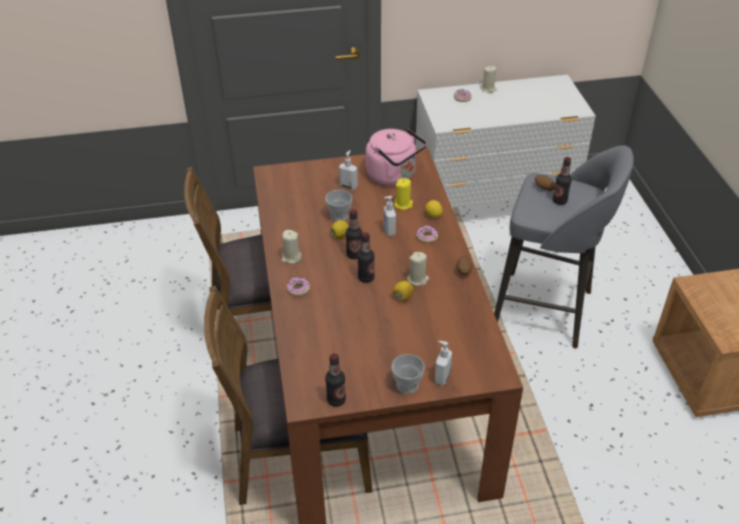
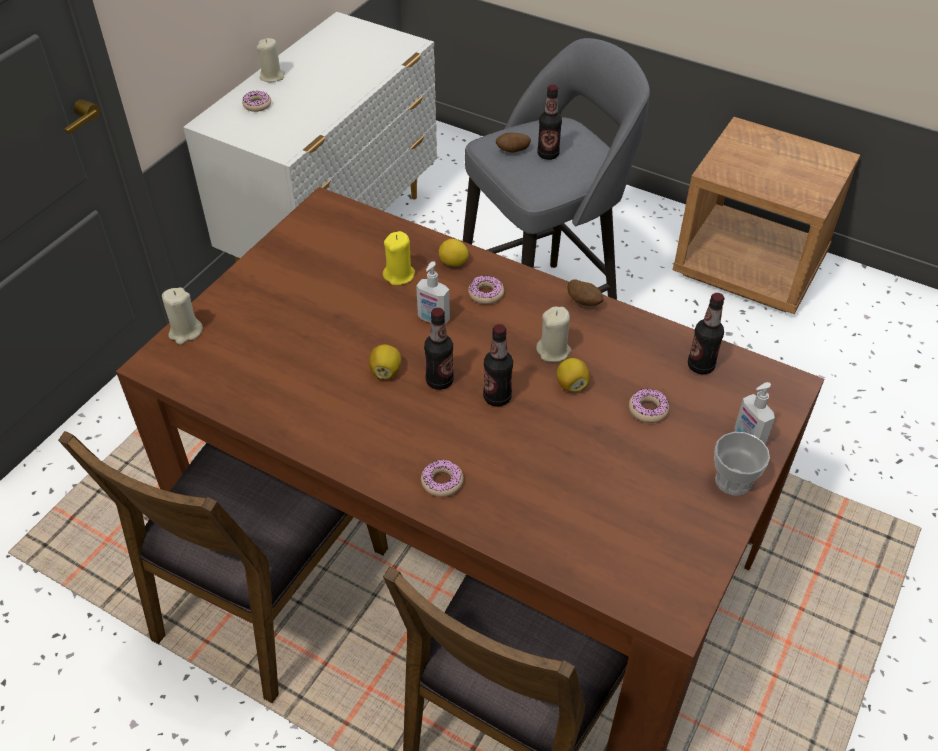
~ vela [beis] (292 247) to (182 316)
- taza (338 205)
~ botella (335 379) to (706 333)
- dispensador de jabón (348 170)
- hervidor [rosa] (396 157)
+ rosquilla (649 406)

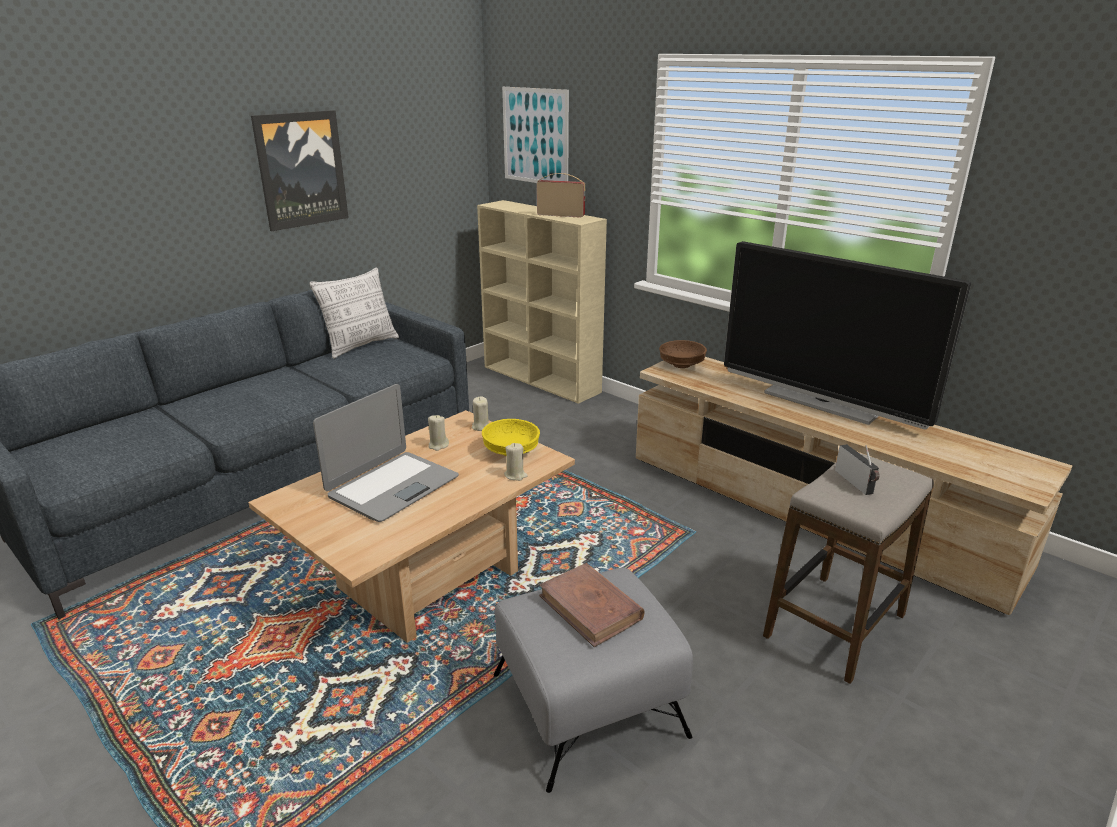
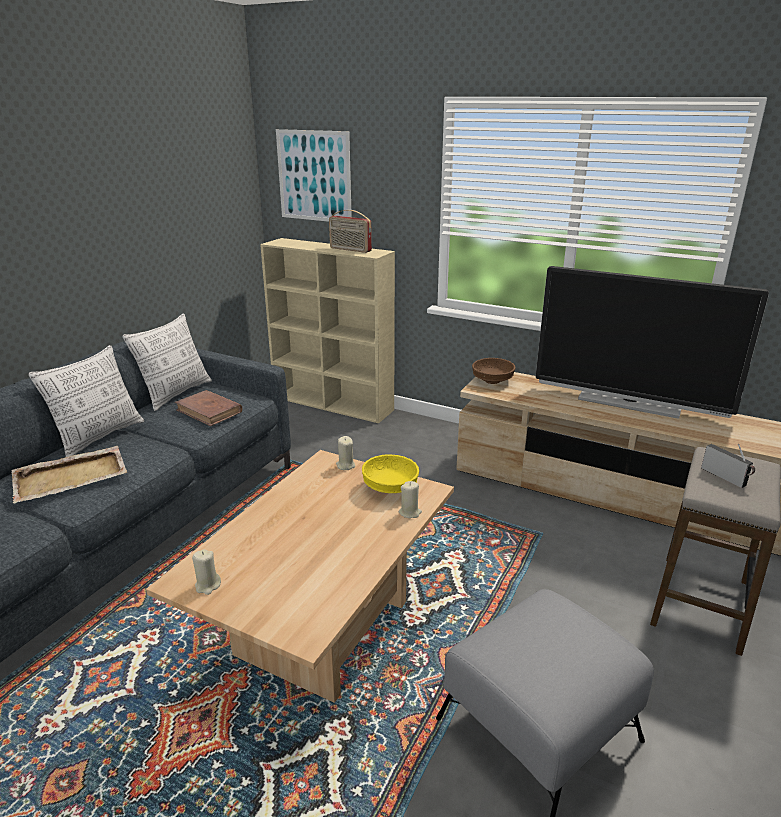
- cuadro (300 170)
- portátil (386 453)
~ vela [beis] (438 433) to (206 572)
~ radio (561 195) = (350 231) 150 degrees counterclockwise
~ libro [marrón] (592 605) to (208 408)
+ bandeja [beis] (69 474)
+ cojín (86 401)

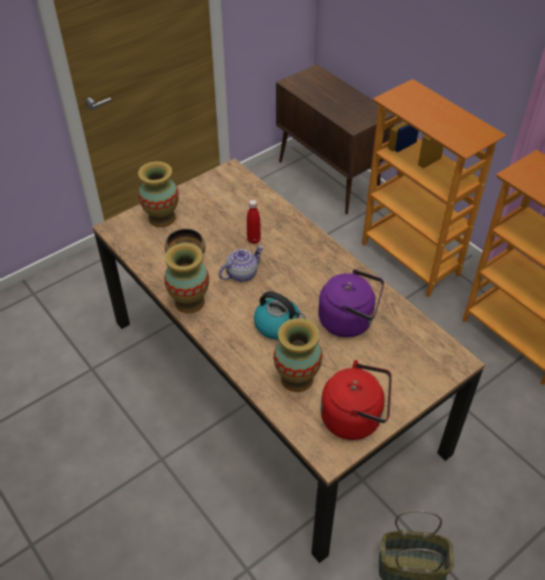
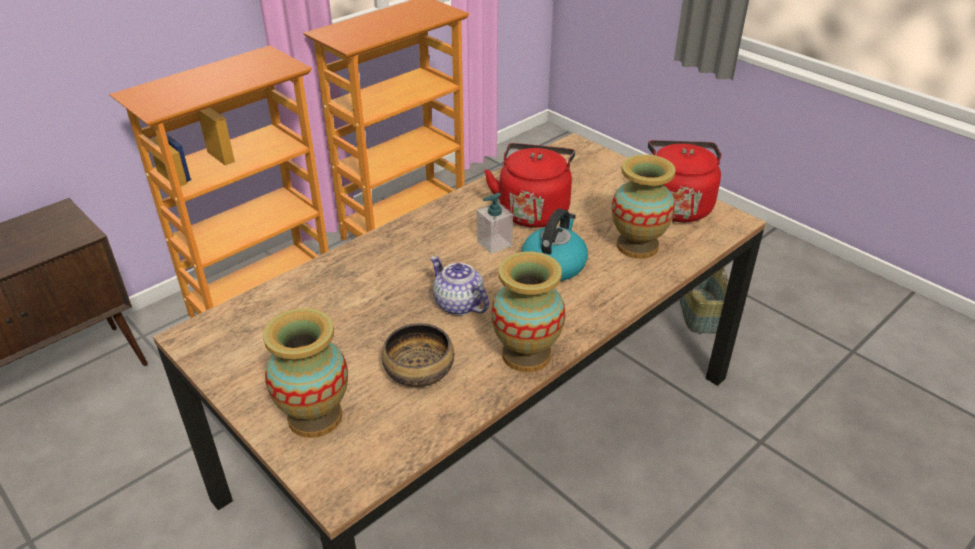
- botella [rojo] (254 222)
~ hervidor [morado] (351 303) to hervidor [rojo] (529 185)
+ dispensador de jabón (495 223)

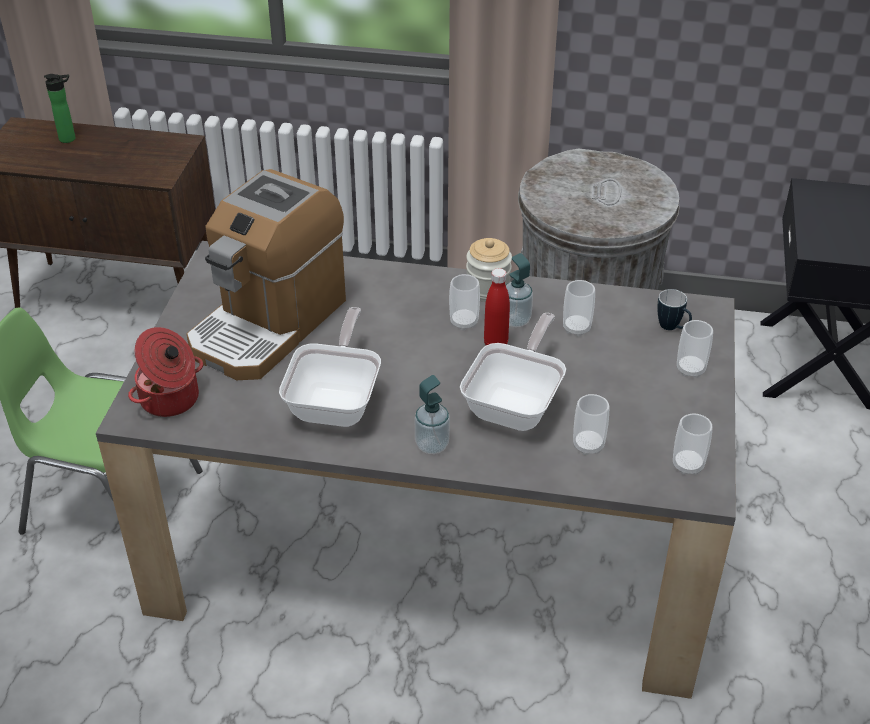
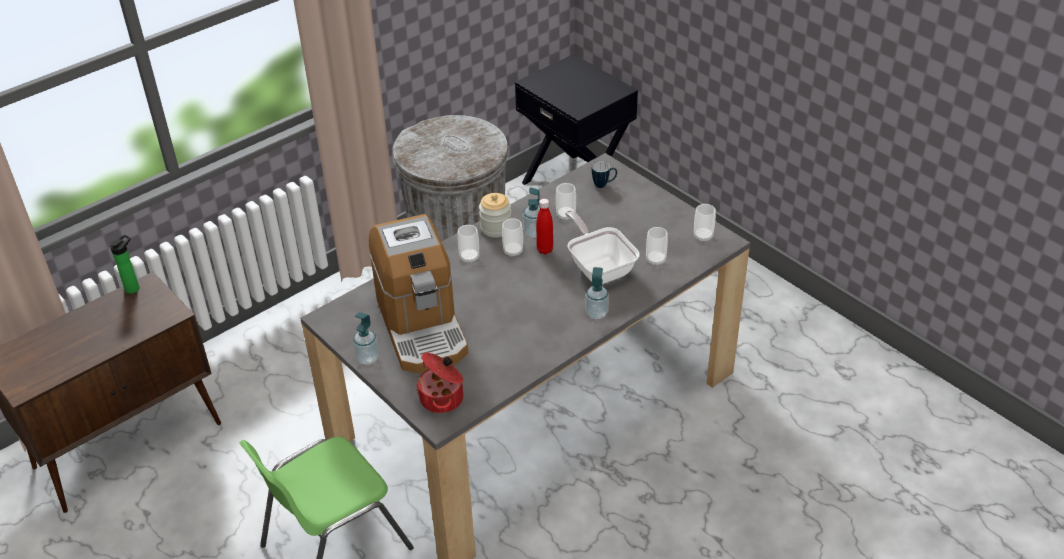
~ botella (60 108) to (124 264)
- sartén (330 367)
~ taza (695 349) to (468 244)
+ dispensador de jabón (366 338)

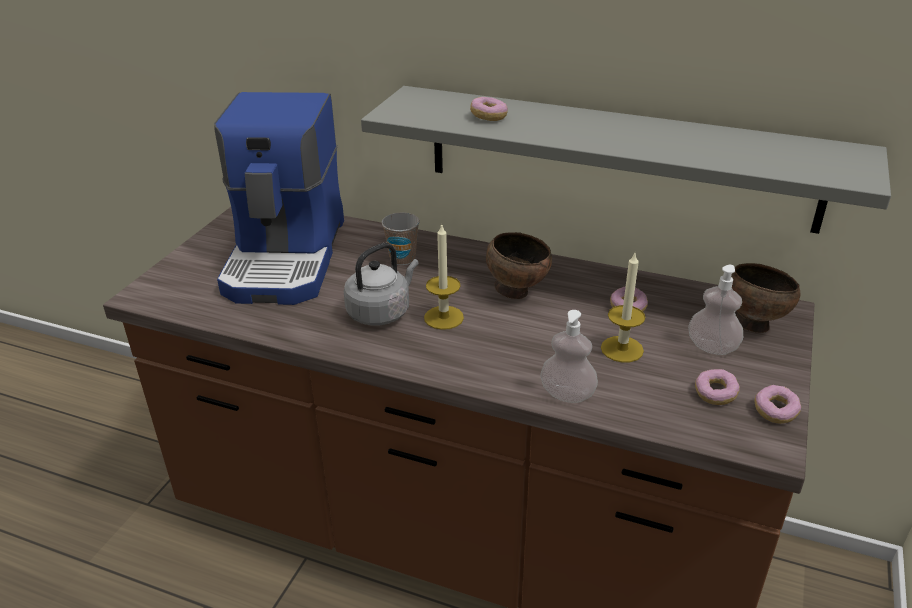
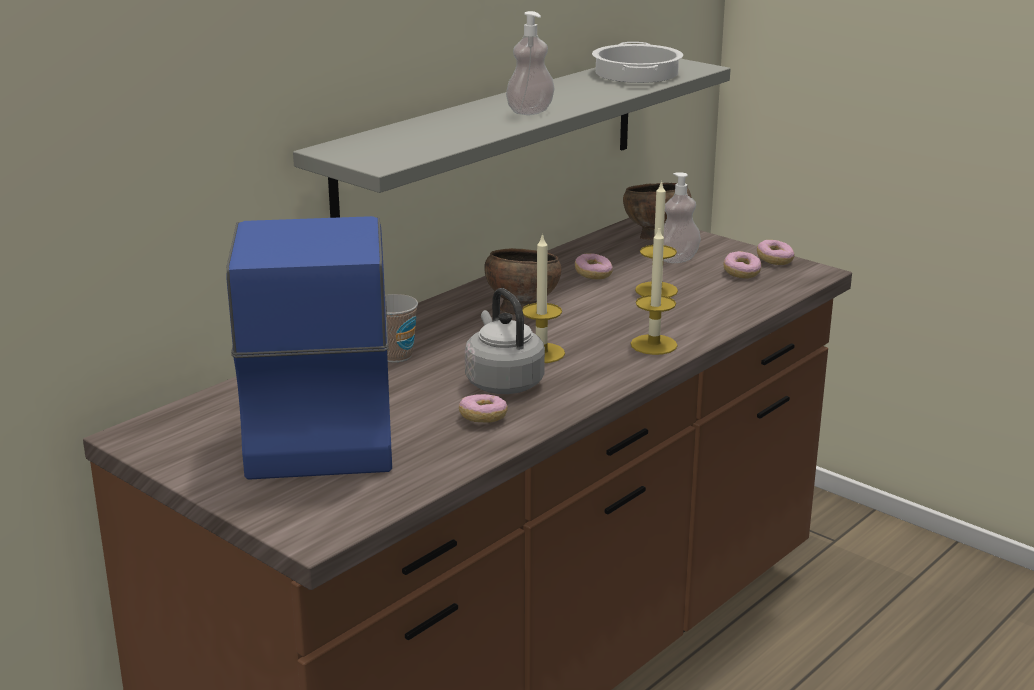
~ cafetera (279 198) = (309 348) 120 degrees counterclockwise
~ rosquilla (489 109) to (483 408)
~ dispensador de jabón (569 356) to (530 63)
+ olla (637 62)
+ vela (654 291)

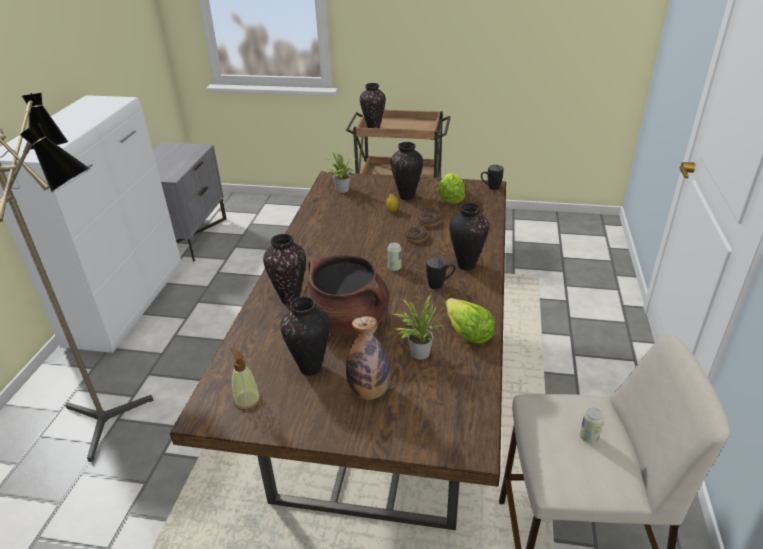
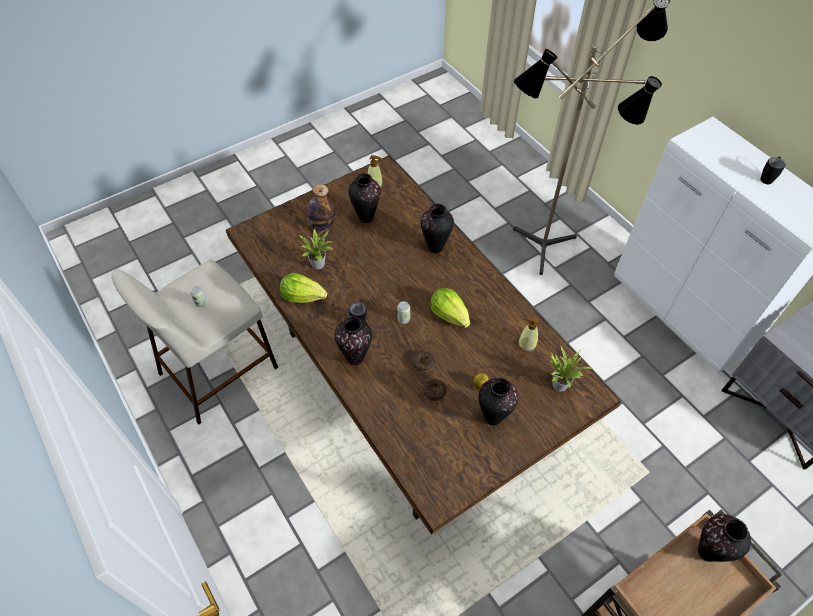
- olla [marrón] (346 295)
~ lechuga (451 188) to (450 308)
~ taza grande [negro] (492 177) to (773 170)
+ dispensador de jabón (528 334)

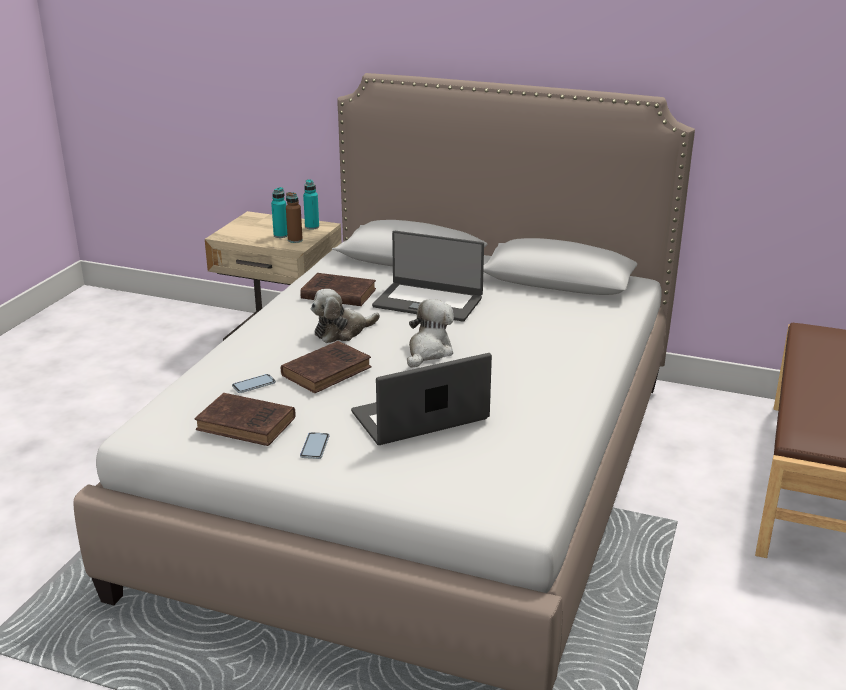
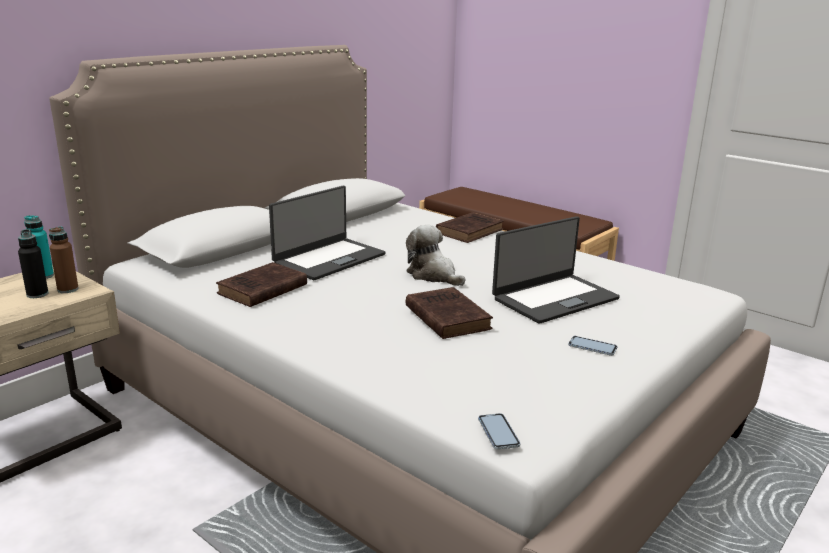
~ libro [marrón] (245 419) to (470 227)
~ móvil (254 383) to (499 431)
~ botella [turquesa] (279 212) to botella [negro] (33 263)
- peluche (345 316)
~ portátil (421 399) = (556 270) 120 degrees counterclockwise

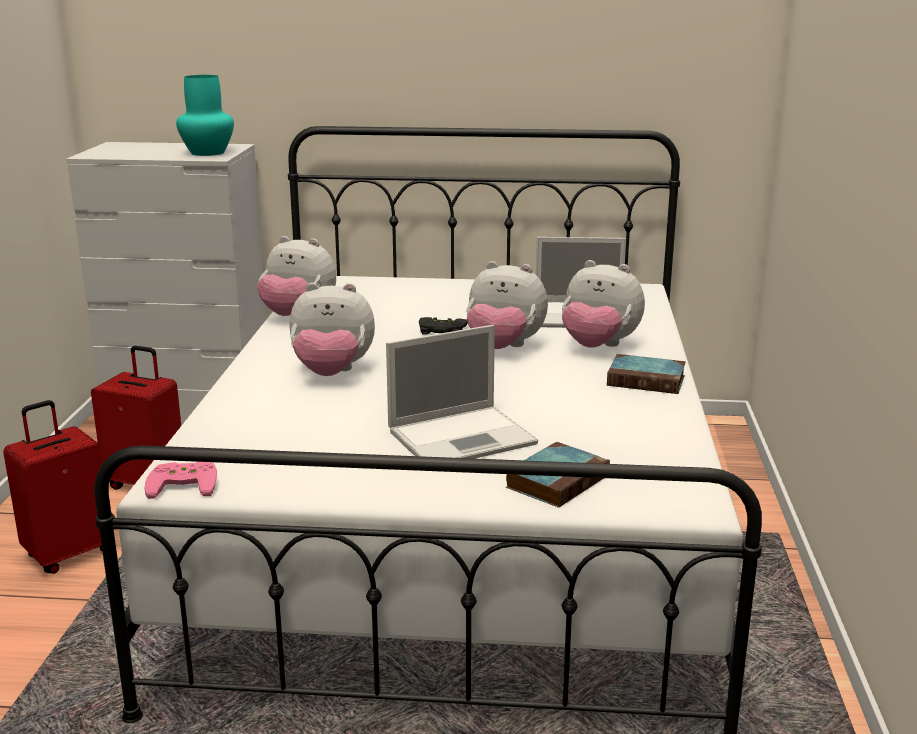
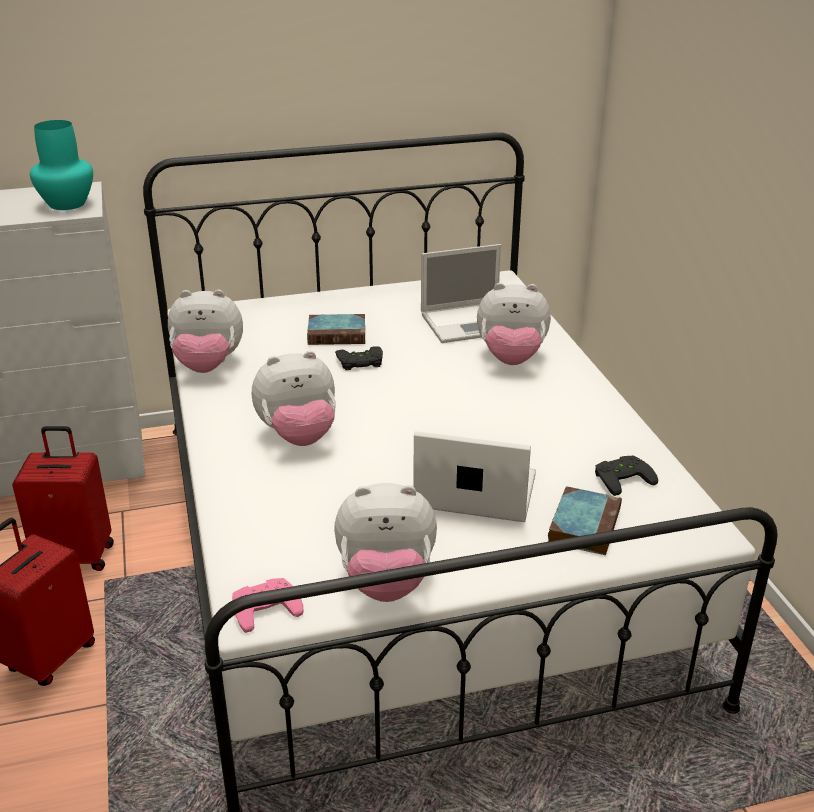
~ portátil (462 392) = (474 476) 120 degrees counterclockwise
~ peluche (507 305) to (385 542)
~ libro (646 374) to (336 329)
+ mando de consola [negro] (626 476)

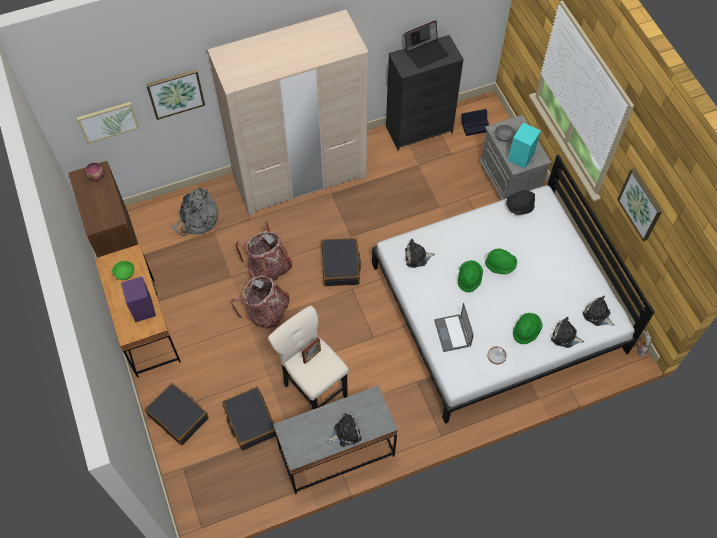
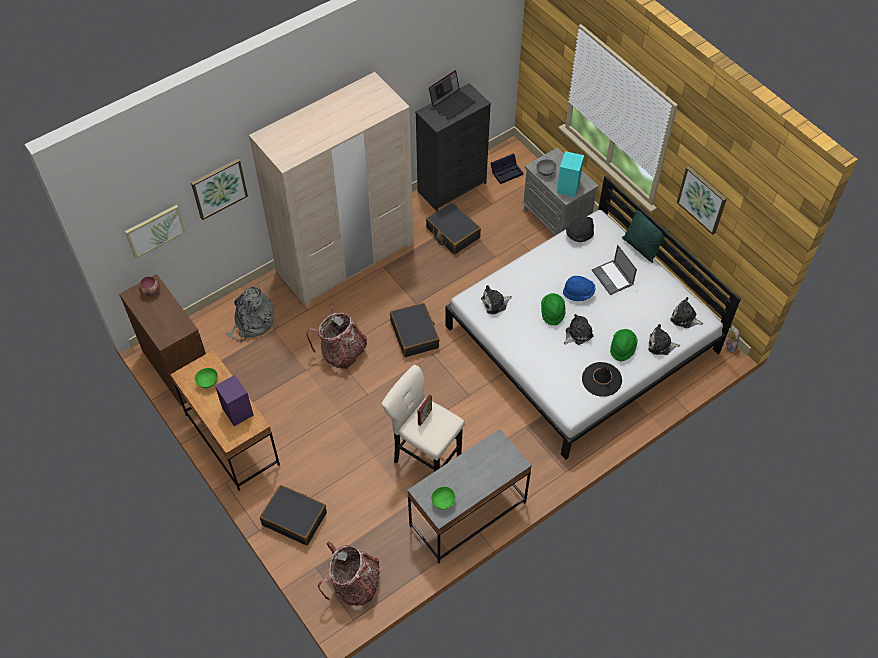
~ maleta [negro] (249 419) to (453 228)
~ mochila (260 299) to (349 574)
~ peluche (344 430) to (578 329)
~ portátil (454 327) to (614 270)
~ sombrero [blanco] (496 357) to sombrero [negro] (602 379)
~ sombrero [verde] (501 261) to sombrero [azul] (579 288)
+ cuenco [verde] (443 498)
+ cojín [verde] (645 236)

